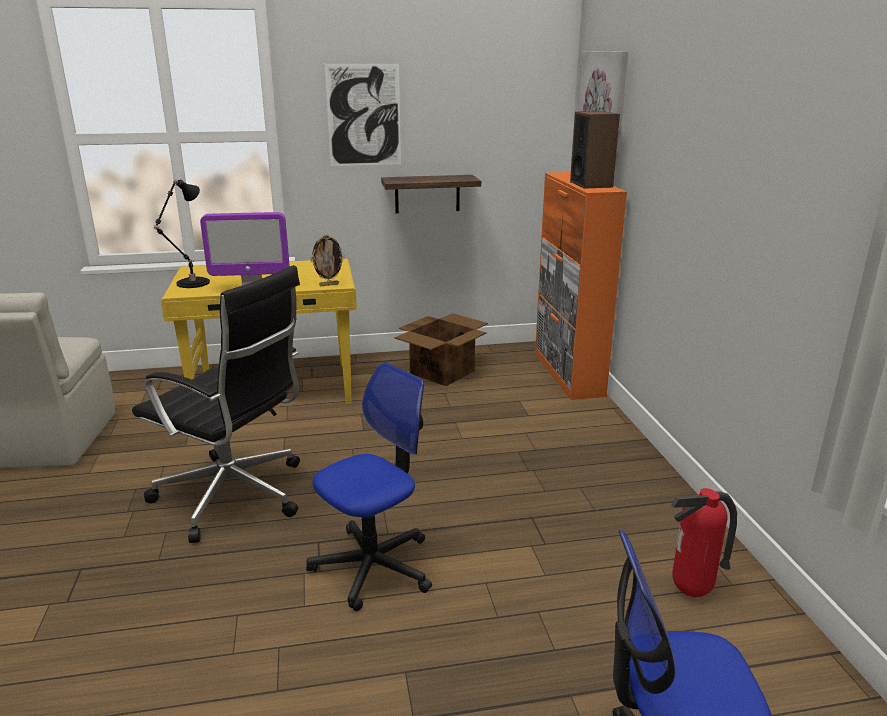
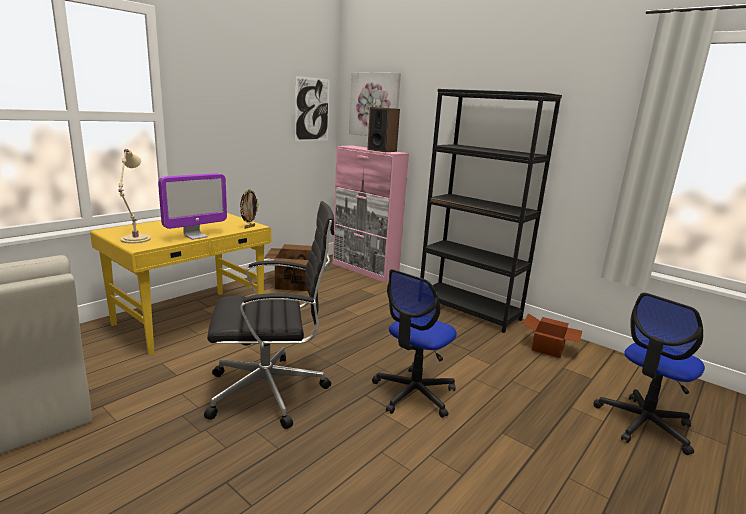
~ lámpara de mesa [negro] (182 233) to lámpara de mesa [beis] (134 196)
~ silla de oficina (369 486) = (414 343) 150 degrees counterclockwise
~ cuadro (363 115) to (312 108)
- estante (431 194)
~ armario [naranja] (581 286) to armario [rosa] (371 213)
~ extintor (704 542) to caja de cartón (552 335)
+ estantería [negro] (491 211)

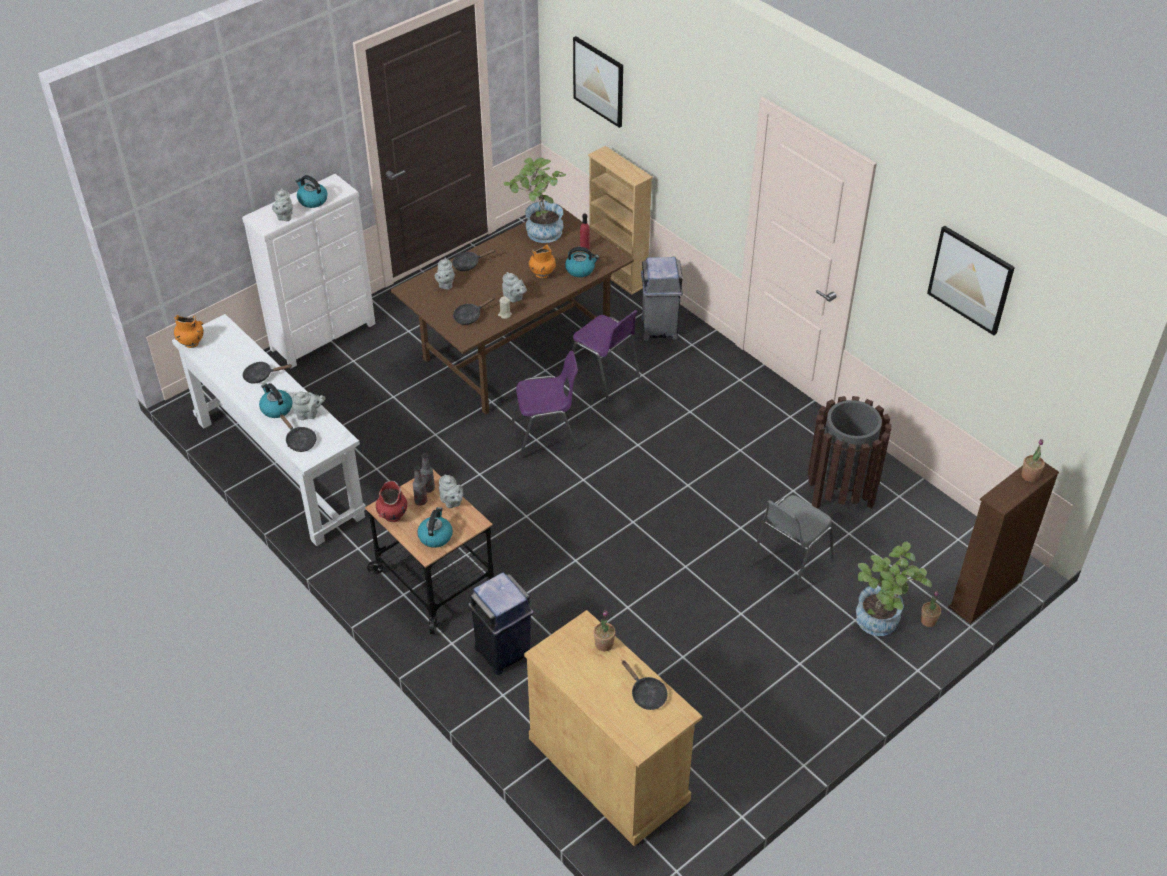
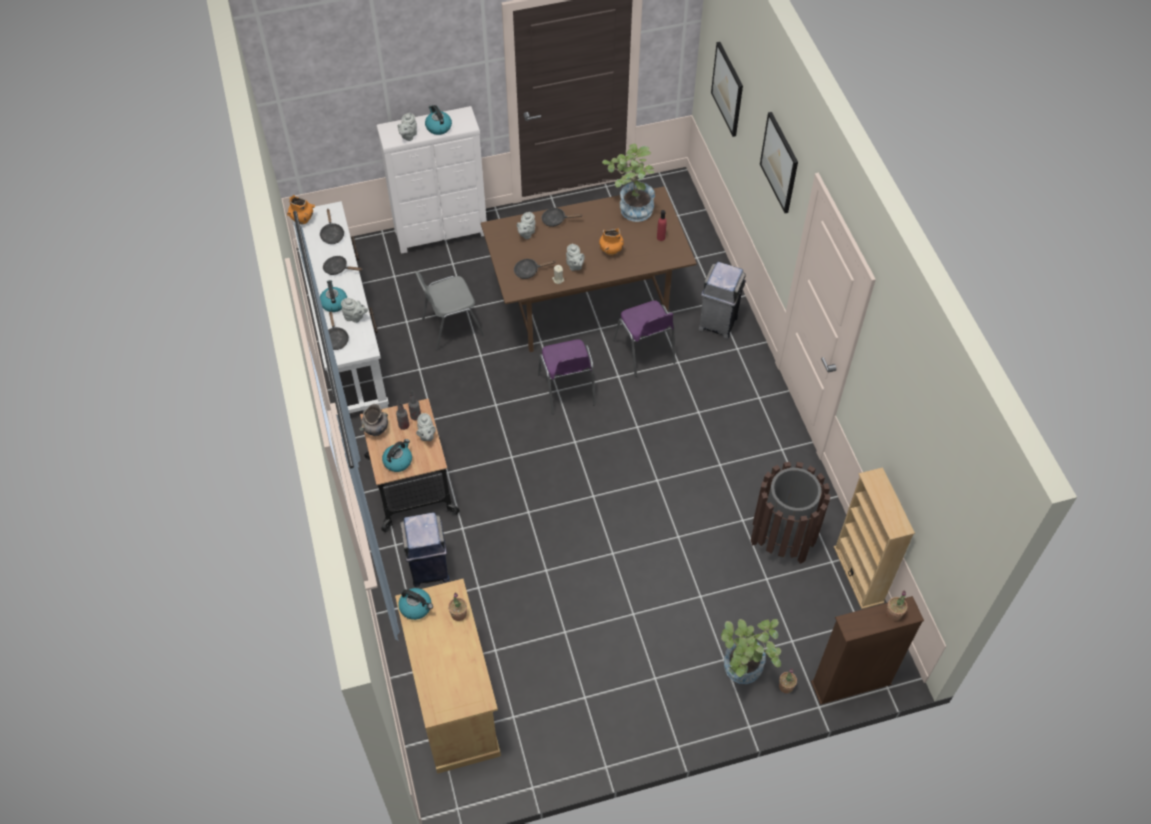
~ florero [rojo] (391 501) to florero [gris] (374 420)
~ silla [morado] (545 405) = (567 377) 60 degrees clockwise
~ hervidor (582 262) to (415 604)
~ estantería [beis] (620 220) to (874 538)
~ sartén [negro] (645 685) to (332 226)
~ silla [gris] (792 544) to (450 310)
~ cuadro (971 280) to (779 162)

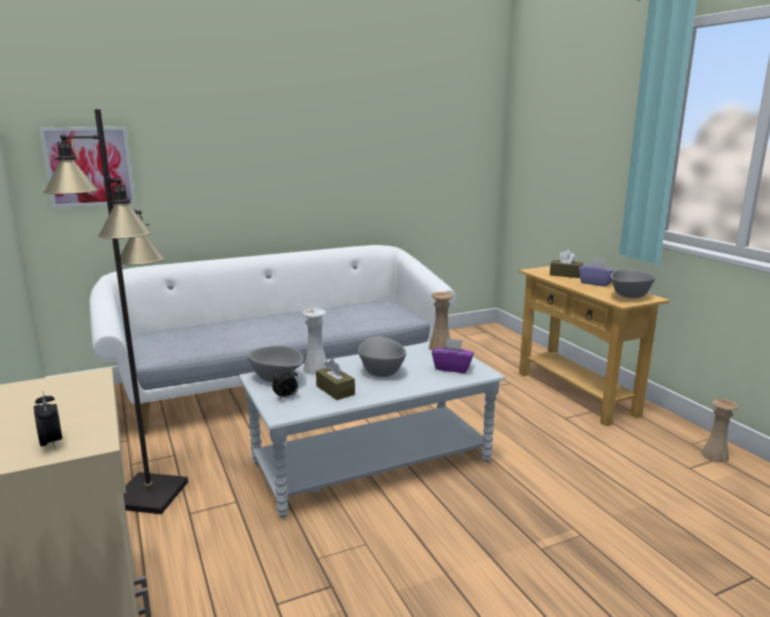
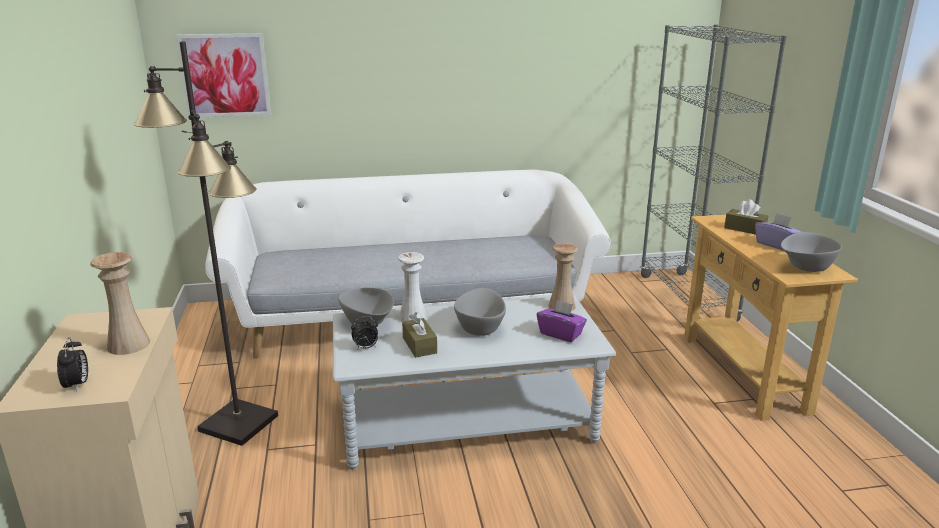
~ florero [beis] (719 430) to (120 303)
+ estantería [gris] (713 173)

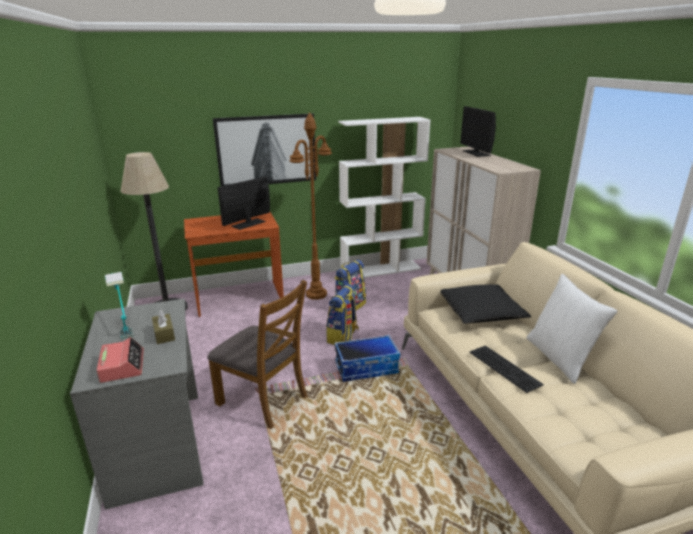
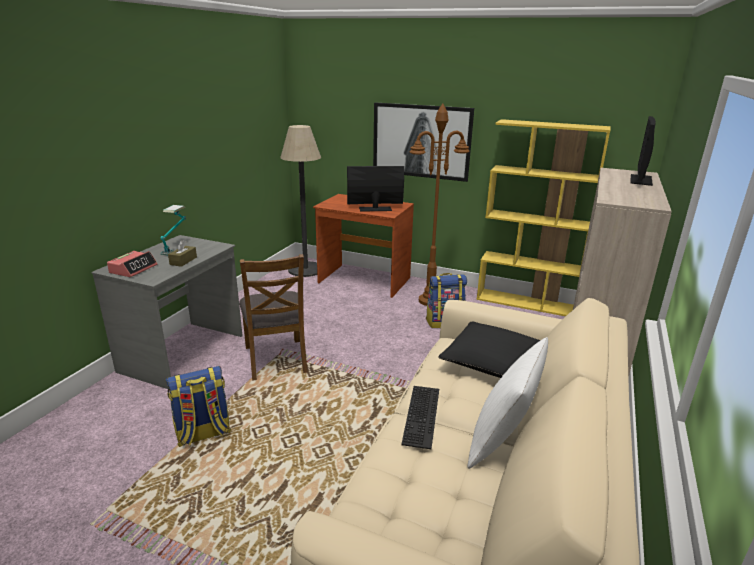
~ mochila (342 314) to (198 406)
- caja de almacenaje (367 358)
~ estantería [blanco] (384 197) to estantería [amarillo] (543 217)

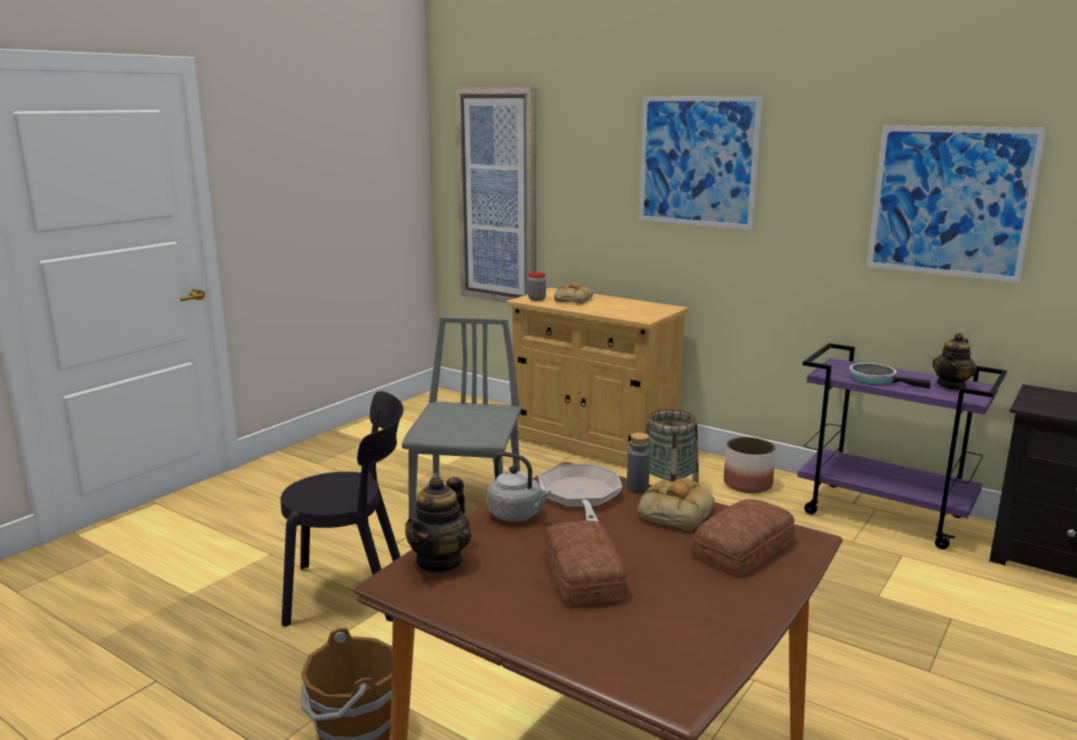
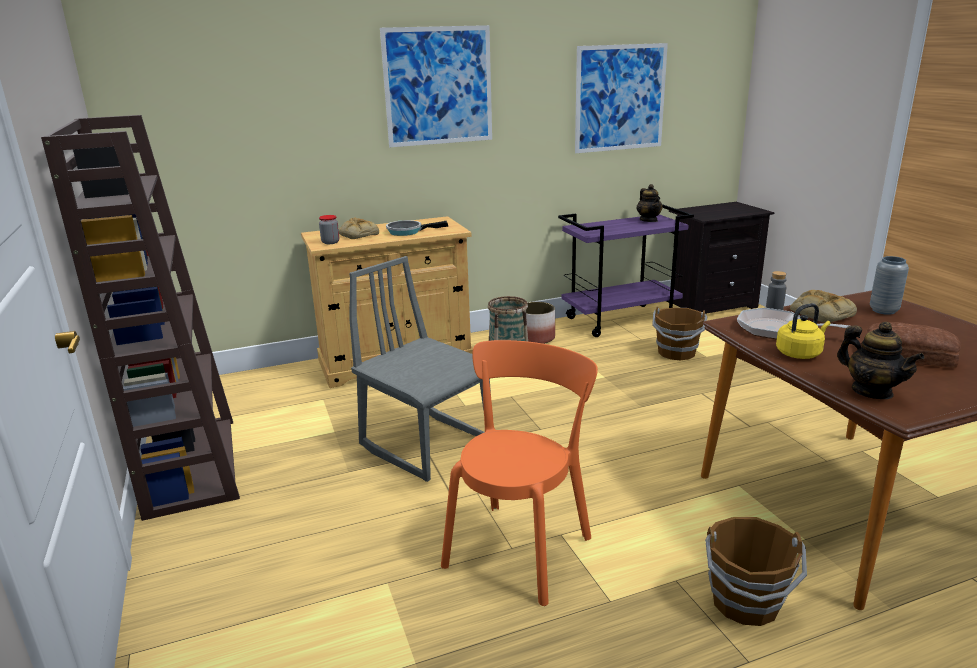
~ silla [negro] (342 509) to silla [naranja] (519 473)
- cuadro (495 195)
~ hervidor [gris] (519 487) to hervidor [amarillo] (803 331)
~ pan (743 537) to florero [gris] (889 285)
~ sartén (889 376) to (417 228)
+ estantería [marrón] (140 318)
+ cubo [marrón] (679 333)

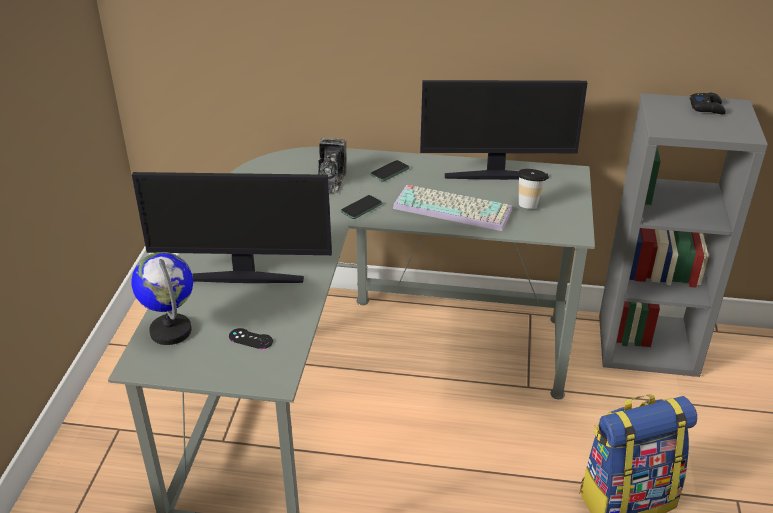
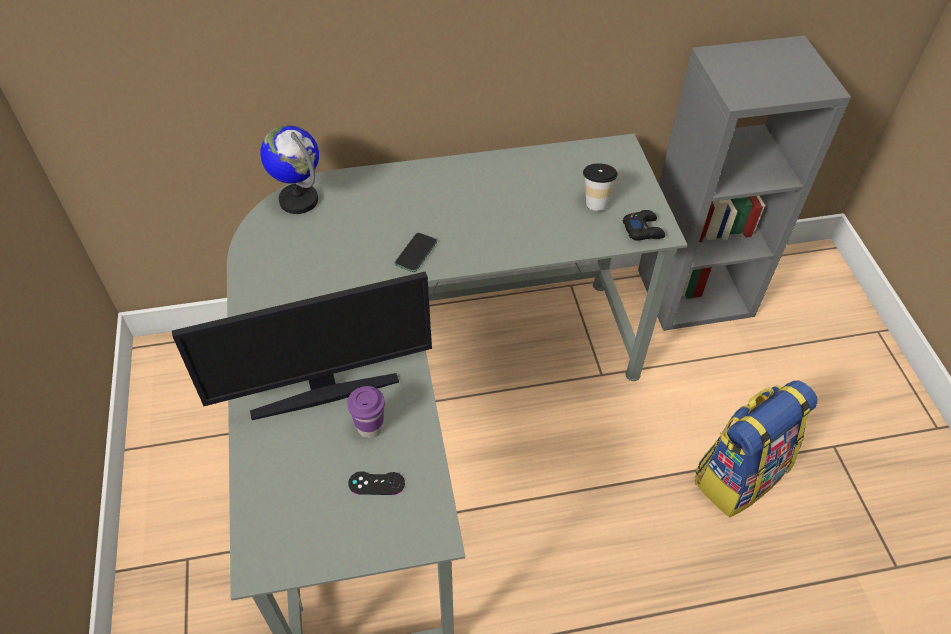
~ globo terráqueo (162 298) to (289 169)
- cámara (332 166)
- móvil (390 170)
- teclado (452 208)
- monitor (503 130)
~ mando de consola [negro] (708 103) to (643 225)
+ taza [morado] (366 412)

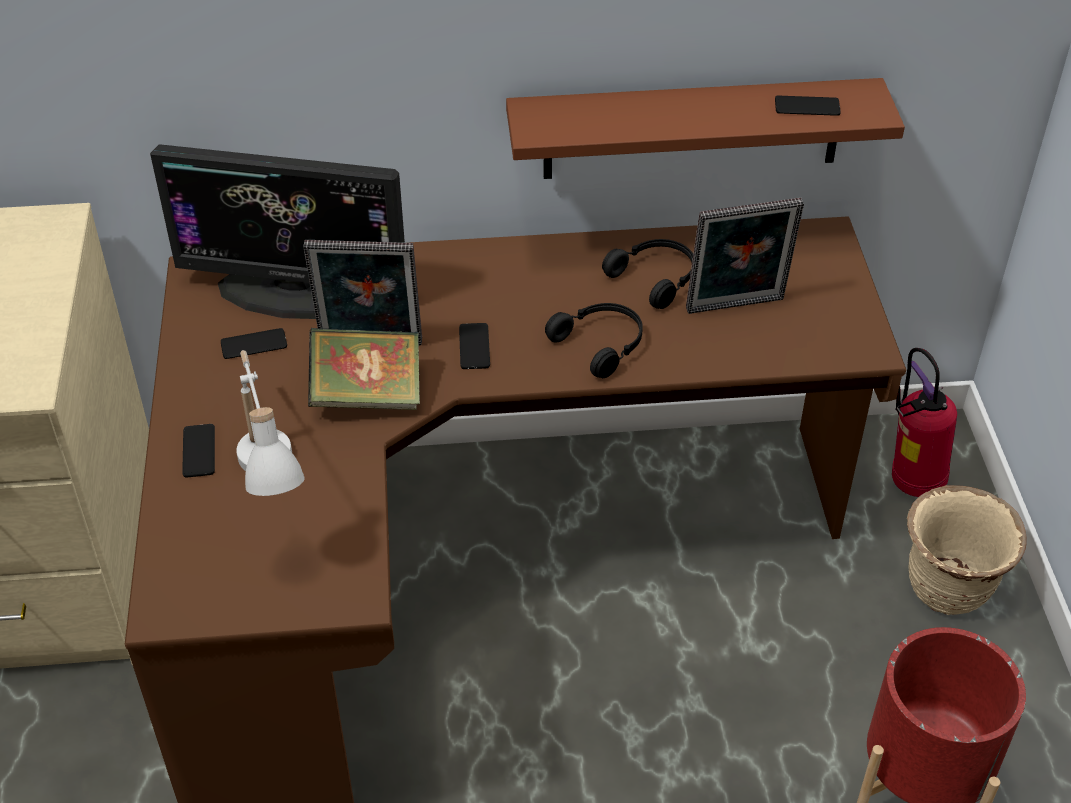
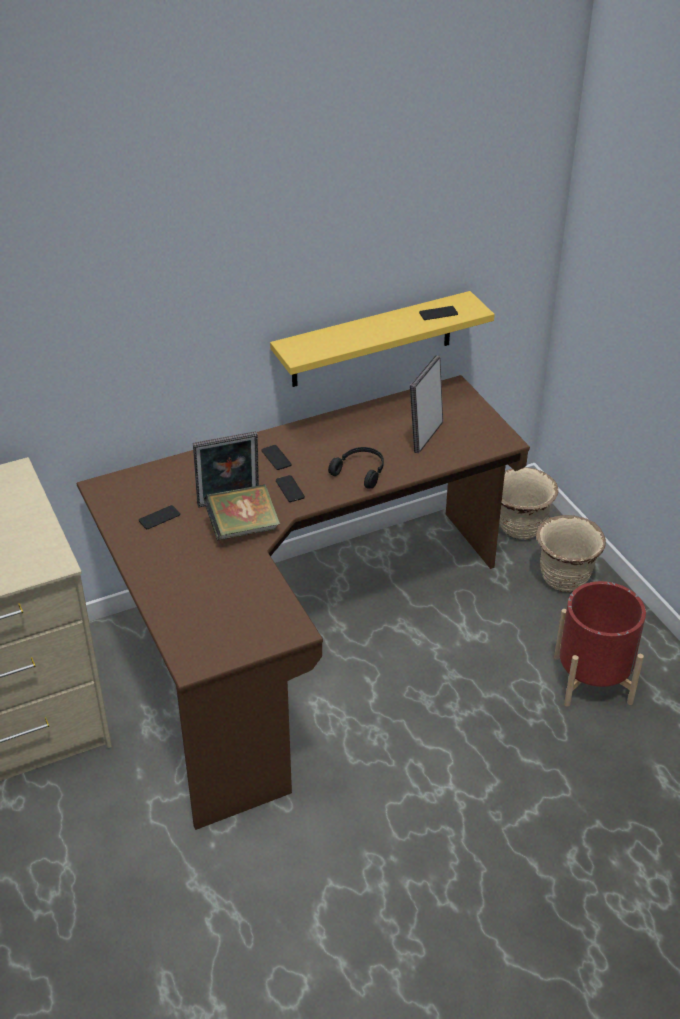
- monitor (277 231)
~ móvil (198 450) to (276 457)
- lámpara de mesa [blanco] (270 423)
~ estante [marrón] (705 128) to estante [amarillo] (382 339)
- auriculares [negro] (647 274)
~ portarretratos (745 255) = (426 404) 150 degrees clockwise
~ extintor (924 422) to maceta [beis] (528 503)

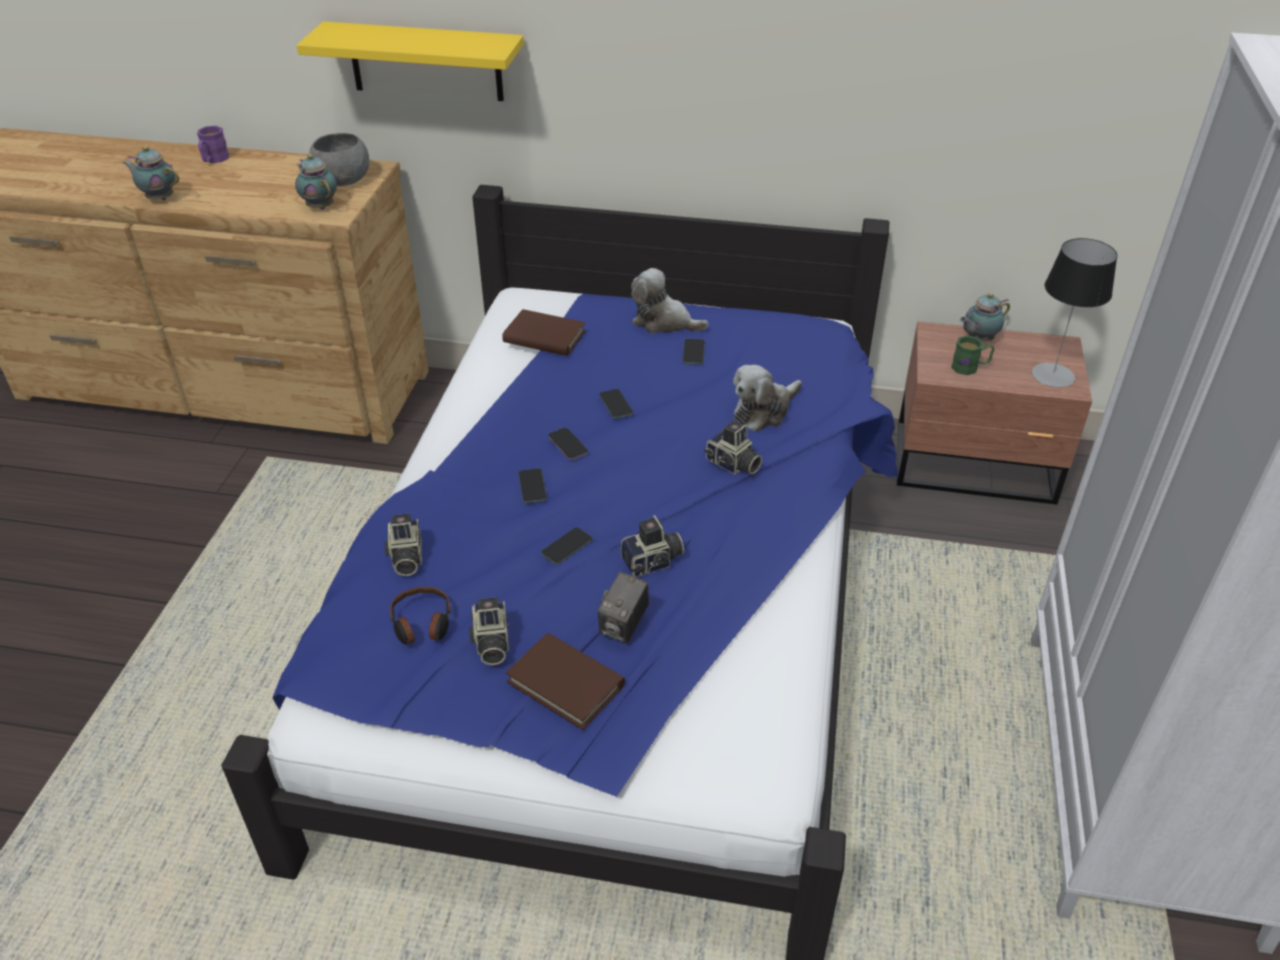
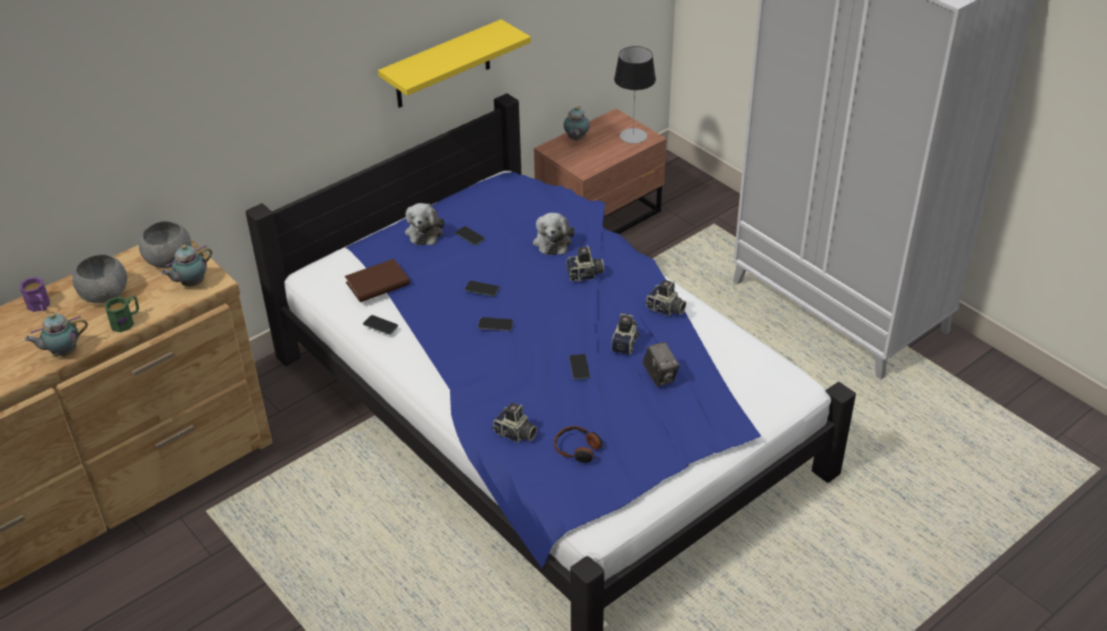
~ tetera (316 182) = (186 265) 45 degrees counterclockwise
~ estante [amarillo] (410 61) to (454 63)
~ cámara (489 631) to (665 298)
- libro [marrón] (565 681)
~ móvil (532 485) to (380 325)
~ peluche (670 300) = (424 224) 60 degrees counterclockwise
~ taza grande [verde] (972 355) to (121 314)
+ cuenco [gris] (99 278)

